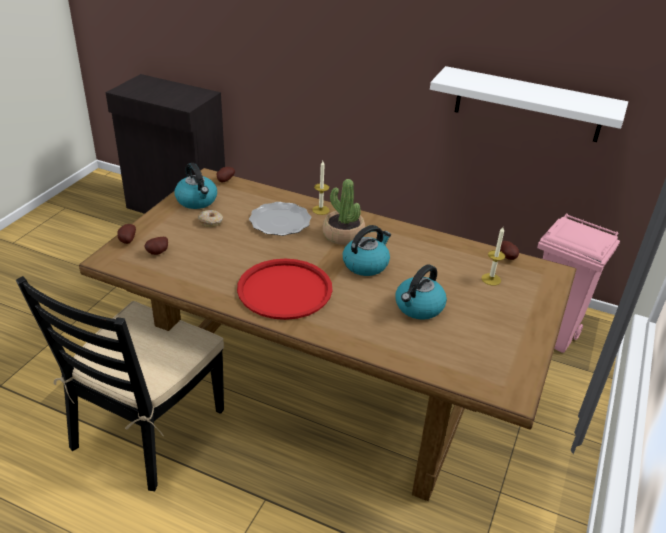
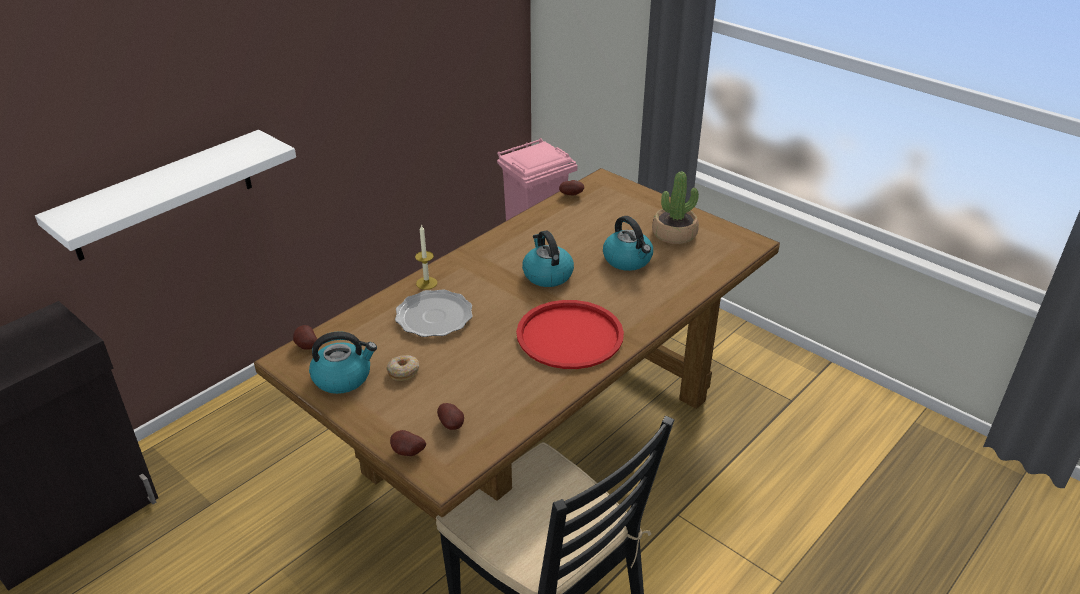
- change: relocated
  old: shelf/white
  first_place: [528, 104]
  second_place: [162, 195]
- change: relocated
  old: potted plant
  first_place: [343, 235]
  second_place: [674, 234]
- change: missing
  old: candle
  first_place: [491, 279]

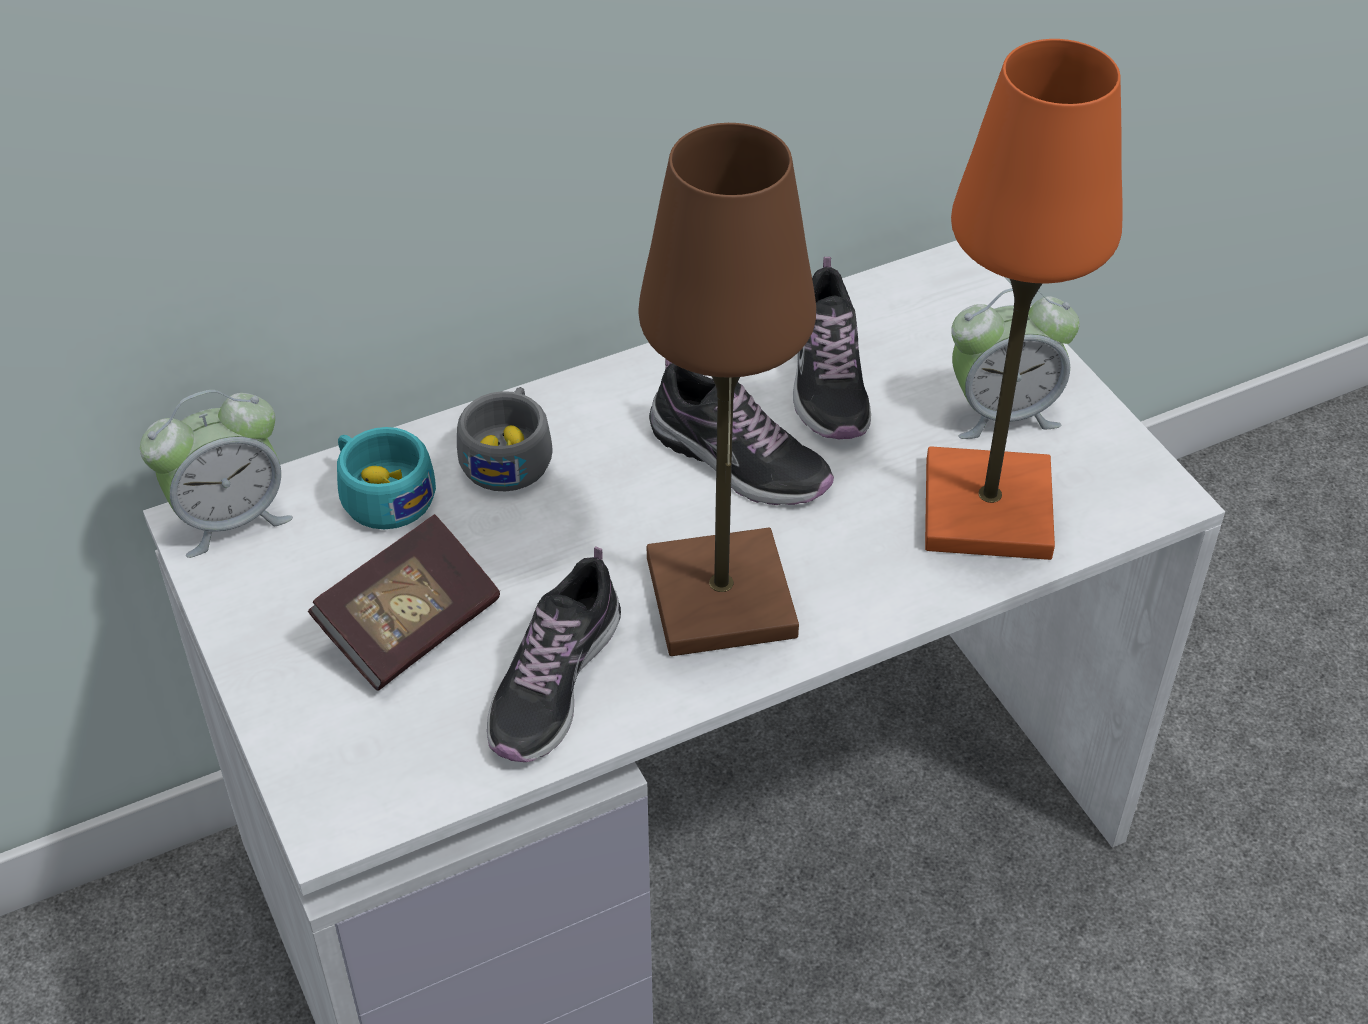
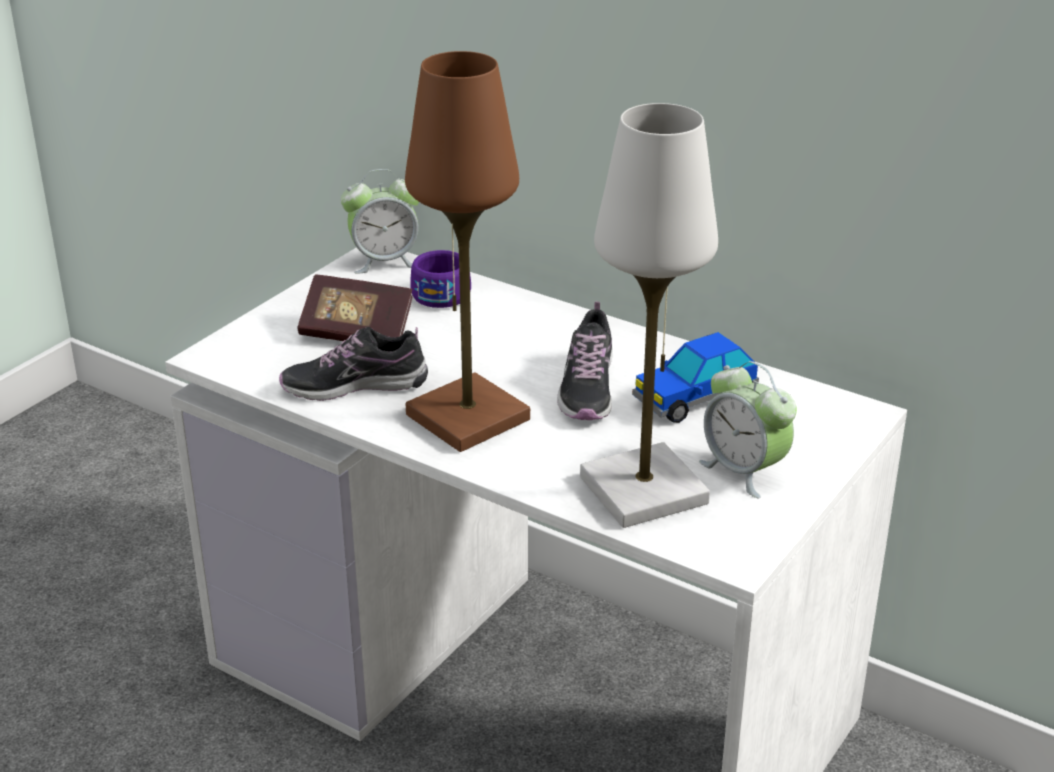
- change: spun
  old: alarm clock
  first_place: [230, 518]
  second_place: [385, 261]
  degrees: -45
- change: colour
  old: cup/turquoise
  new: cup/purple
  first_place: [381, 494]
  second_place: [443, 293]
- change: colour
  old: table lamp/orange
  new: table lamp/white
  first_place: [986, 509]
  second_place: [643, 490]
- change: exchanged
  old: shoe
  new: toy car
  first_place: [827, 380]
  second_place: [695, 398]
- change: missing
  old: cup/grey
  first_place: [509, 455]

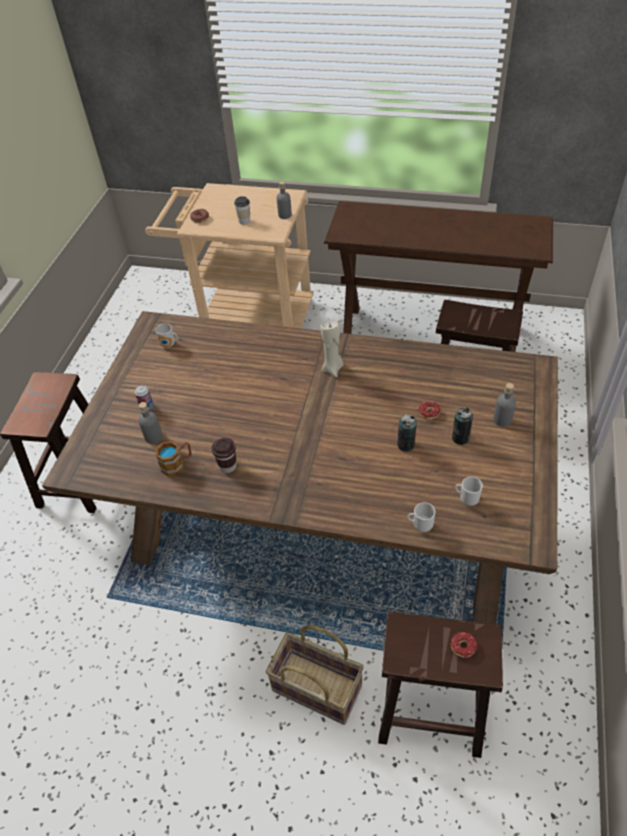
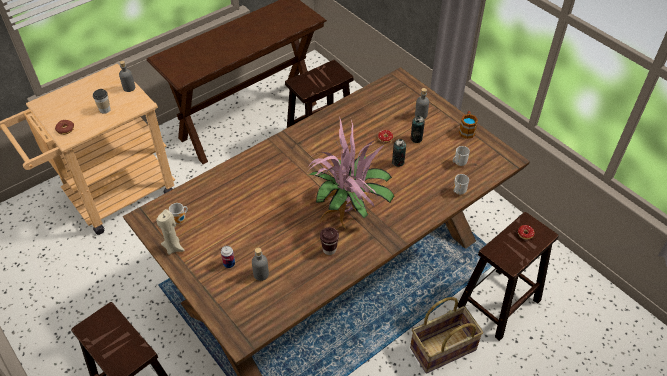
- change: relocated
  old: candle/beige
  first_place: [333, 369]
  second_place: [173, 247]
- change: appeared
  new: potted plant
  second_place: [348, 211]
- change: relocated
  old: mug
  first_place: [177, 464]
  second_place: [466, 130]

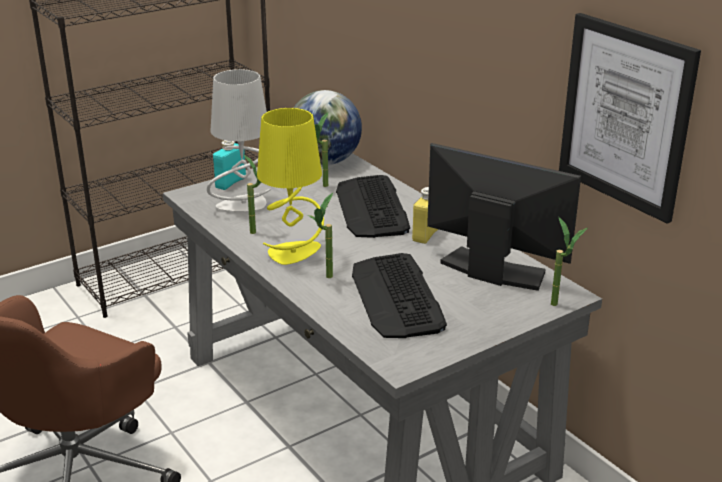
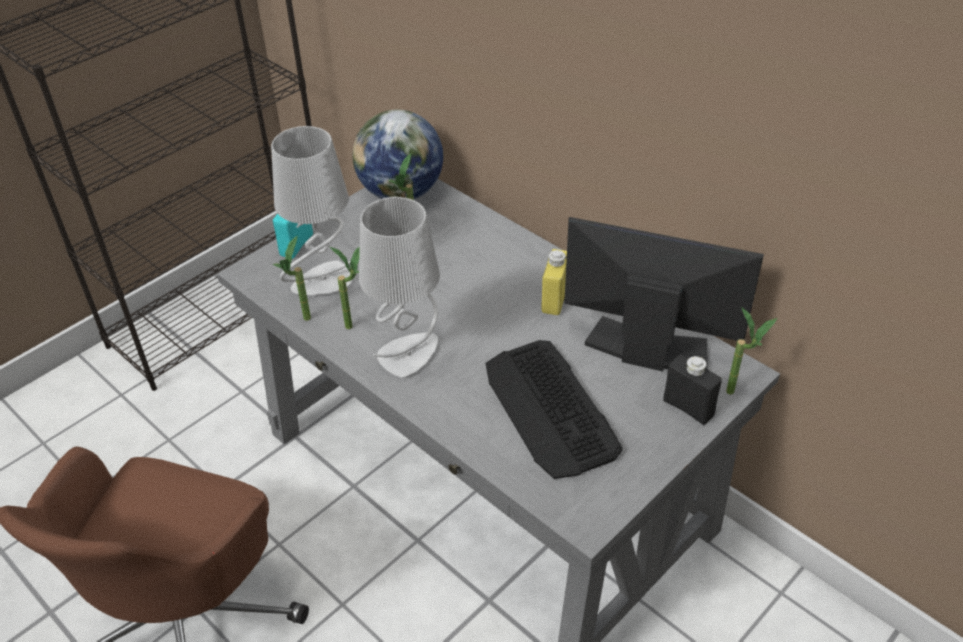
- change: relocated
  old: potted plant
  first_place: [324, 279]
  second_place: [302, 323]
- change: colour
  old: table lamp/yellow
  new: table lamp/grey
  first_place: [294, 253]
  second_place: [408, 354]
- change: appeared
  new: bottle/black
  second_place: [688, 407]
- change: missing
  old: keyboard
  first_place: [372, 208]
- change: missing
  old: picture
  first_place: [625, 116]

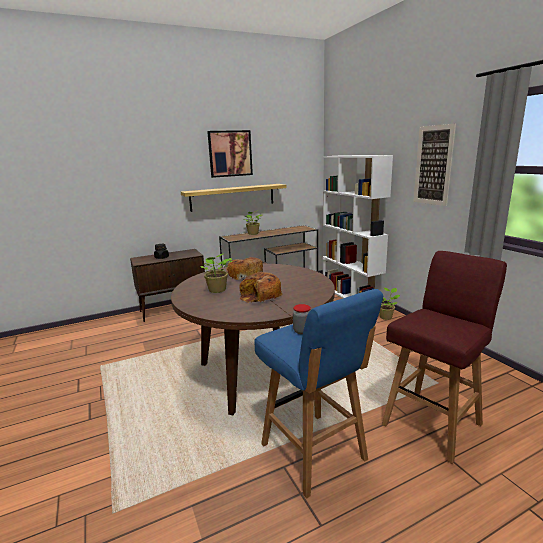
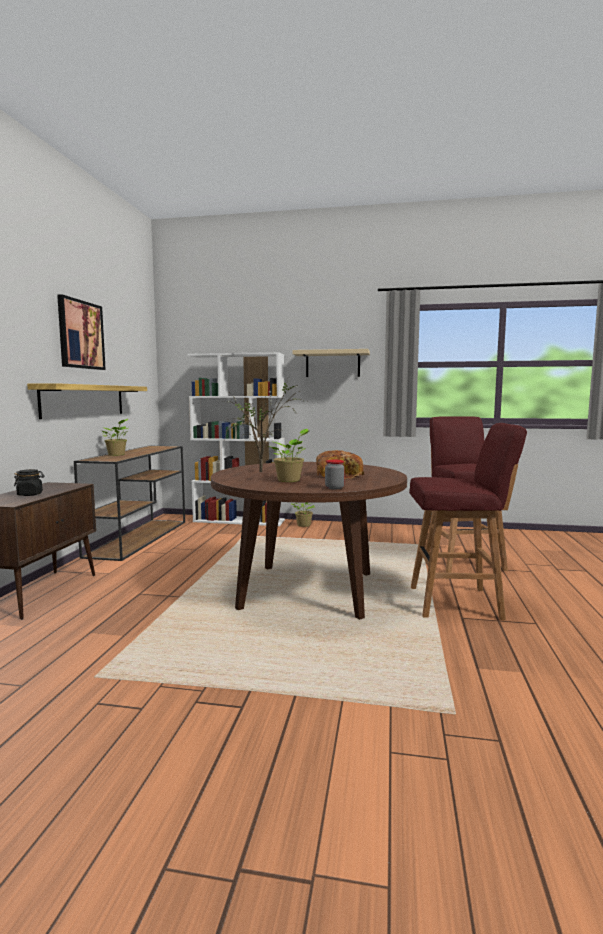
- change: exchanged
  old: bread
  new: potted plant
  first_place: [244, 274]
  second_place: [264, 471]
- change: exchanged
  old: picture
  new: shelf/beige
  first_place: [433, 165]
  second_place: [332, 364]
- change: relocated
  old: jar
  first_place: [302, 331]
  second_place: [334, 488]
- change: colour
  old: stool/blue
  new: stool/red
  first_place: [314, 453]
  second_place: [457, 603]

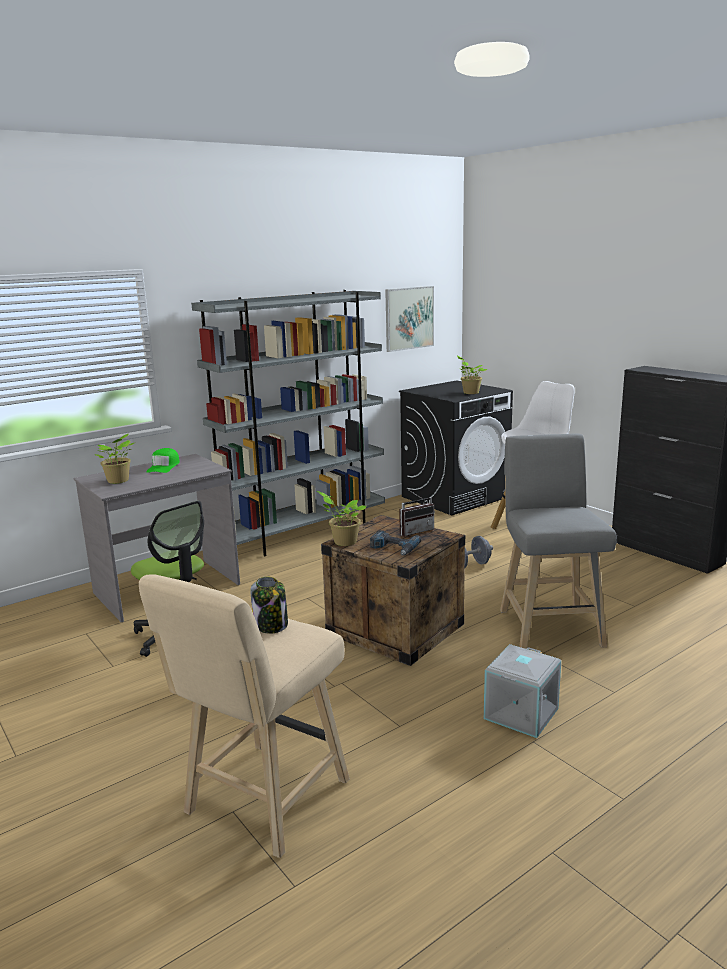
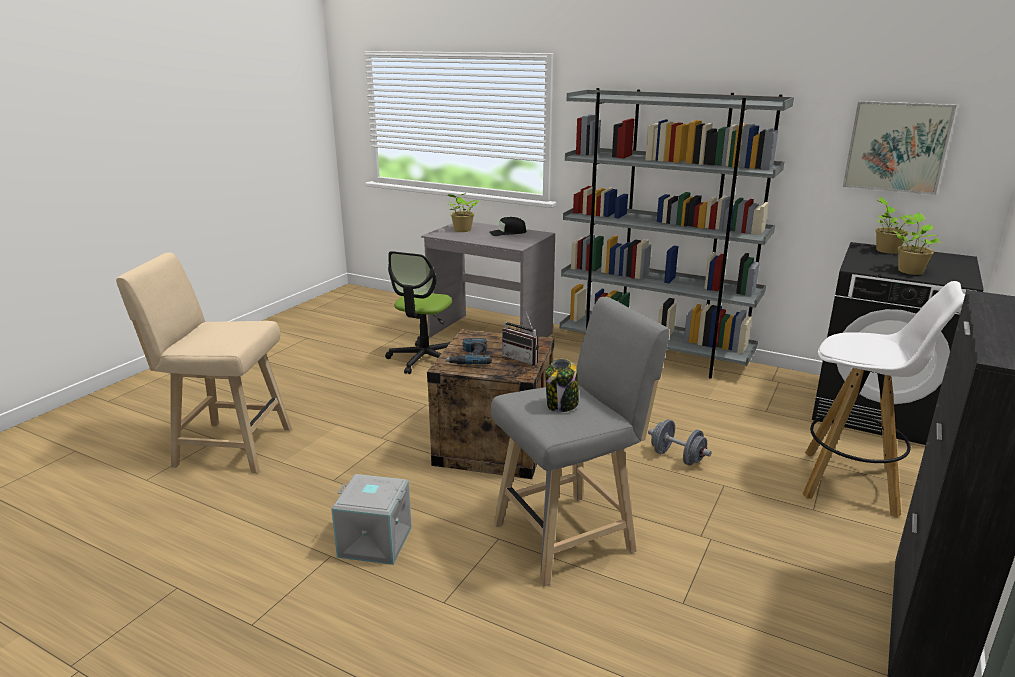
- change: colour
  old: cap/green
  new: cap/black
  first_place: [164, 467]
  second_place: [507, 233]
- change: relocated
  old: jar
  first_place: [271, 625]
  second_place: [562, 405]
- change: relocated
  old: potted plant
  first_place: [343, 542]
  second_place: [886, 250]

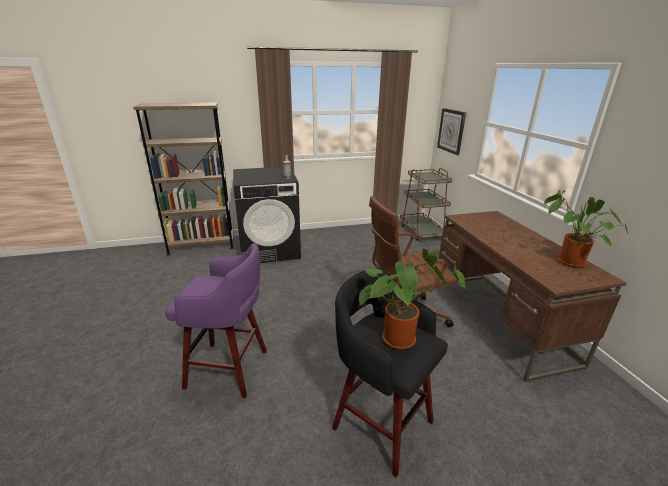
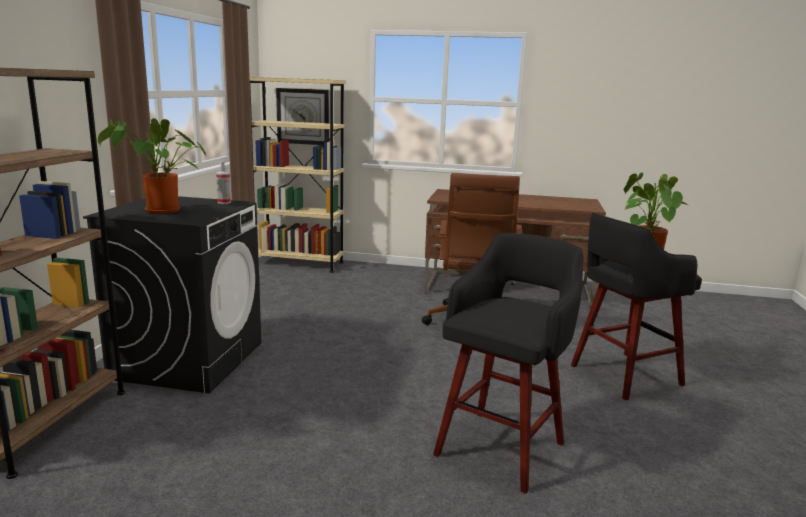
- change: relocated
  old: potted plant
  first_place: [567, 262]
  second_place: [159, 211]
- change: exchanged
  old: cart/brown
  new: bookcase/beige
  first_place: [422, 231]
  second_place: [299, 263]
- change: colour
  old: stool/purple
  new: stool/black
  first_place: [230, 369]
  second_place: [502, 447]

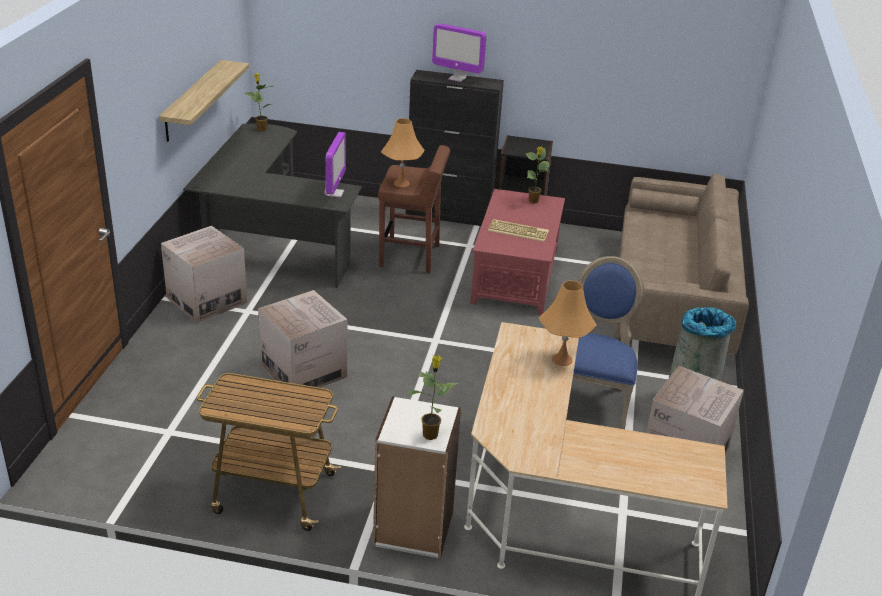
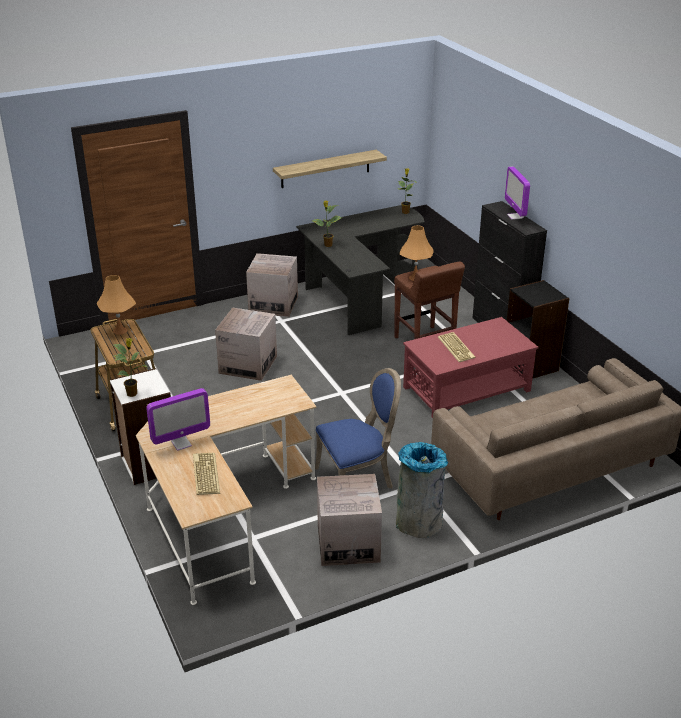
- change: relocated
  old: table lamp/orange
  first_place: [562, 359]
  second_place: [120, 331]
- change: relocated
  old: monitor
  first_place: [334, 193]
  second_place: [181, 444]
- change: appeared
  new: keyboard
  second_place: [205, 474]
- change: relocated
  old: potted plant
  first_place: [533, 201]
  second_place: [327, 245]

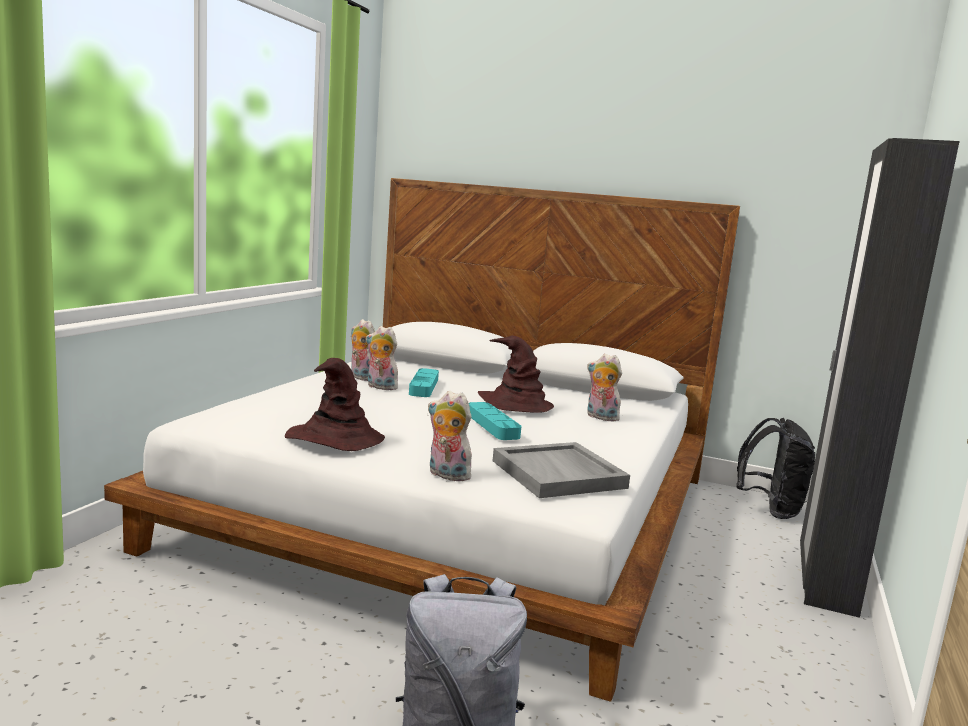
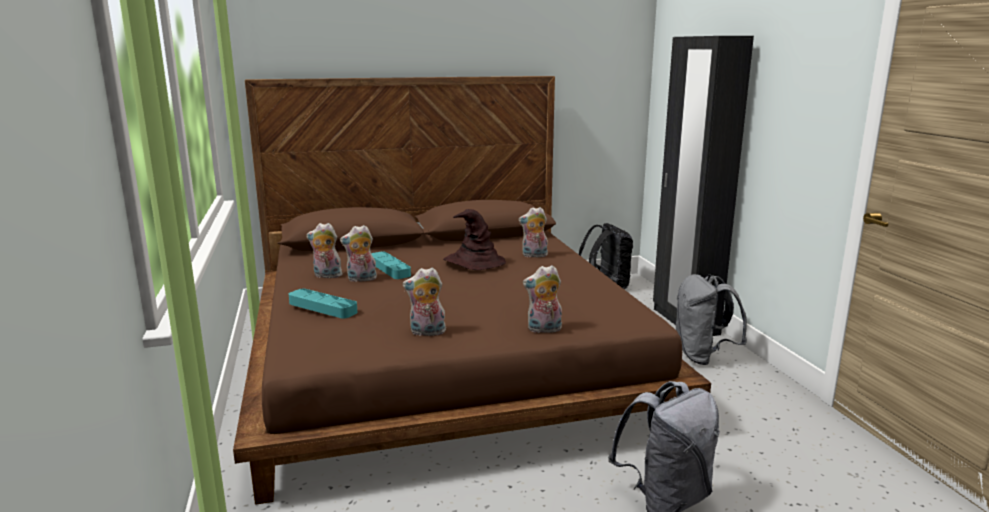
- change: colour
  old: bed/white
  new: bed/brown
  first_place: [458, 510]
  second_place: [444, 359]
- change: relocated
  old: tray/turquoise
  first_place: [492, 425]
  second_place: [322, 307]
- change: exchanged
  old: hat/brown
  new: plush toy
  first_place: [334, 439]
  second_place: [426, 332]
- change: appeared
  new: backpack/grey
  second_place: [702, 356]
- change: missing
  old: tray/grey
  first_place: [559, 474]

